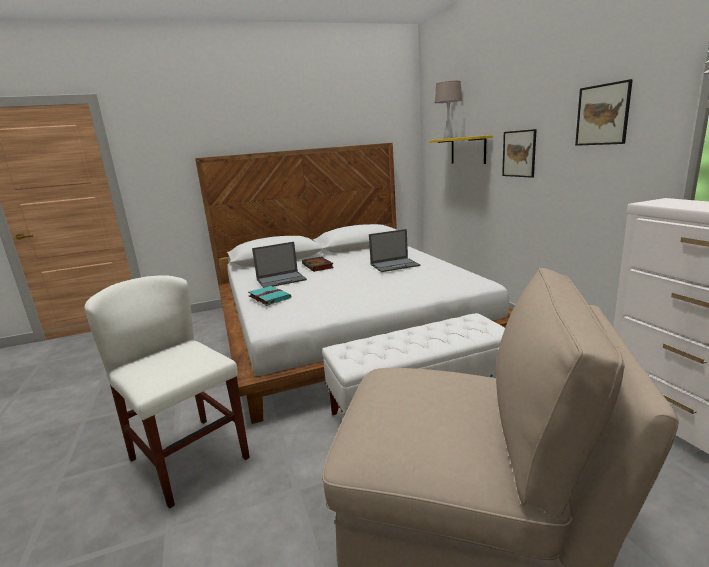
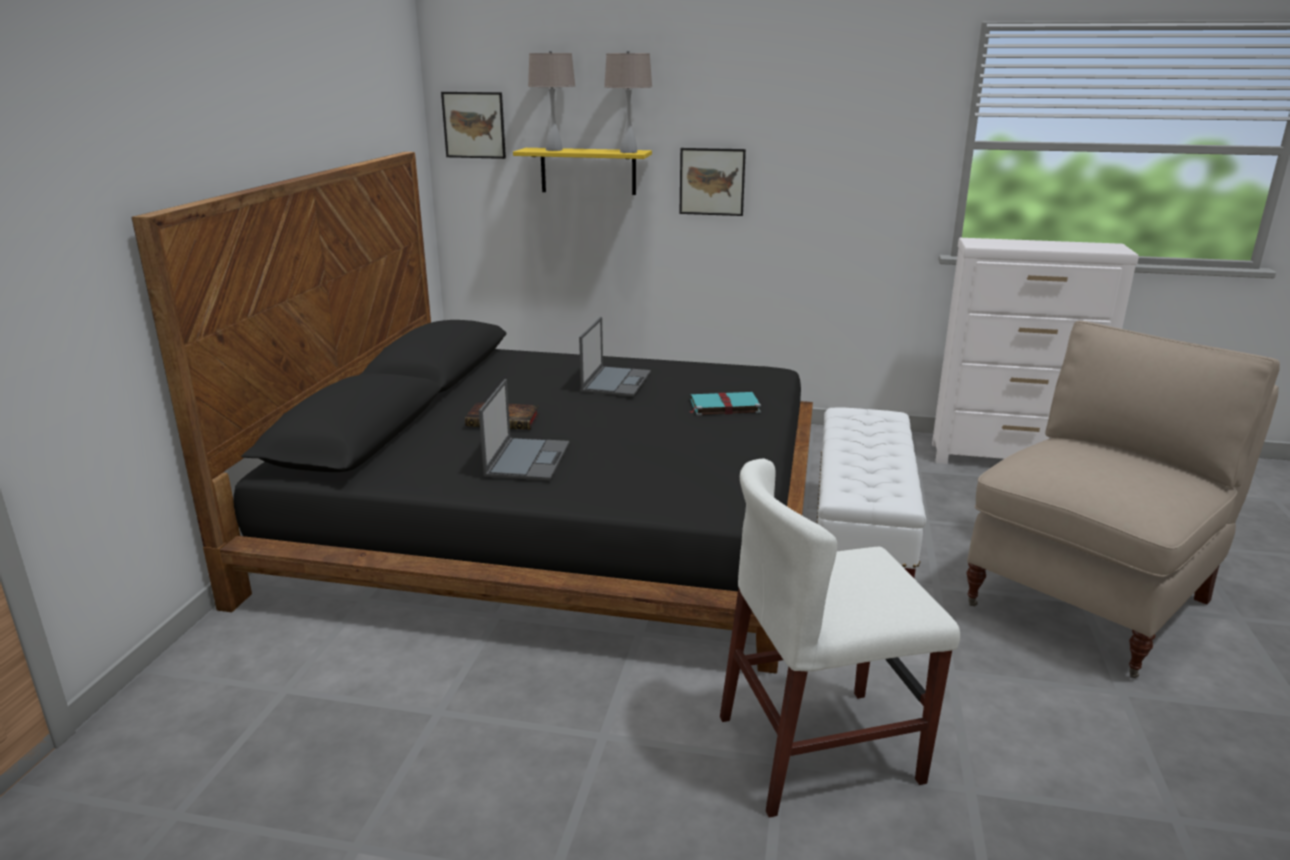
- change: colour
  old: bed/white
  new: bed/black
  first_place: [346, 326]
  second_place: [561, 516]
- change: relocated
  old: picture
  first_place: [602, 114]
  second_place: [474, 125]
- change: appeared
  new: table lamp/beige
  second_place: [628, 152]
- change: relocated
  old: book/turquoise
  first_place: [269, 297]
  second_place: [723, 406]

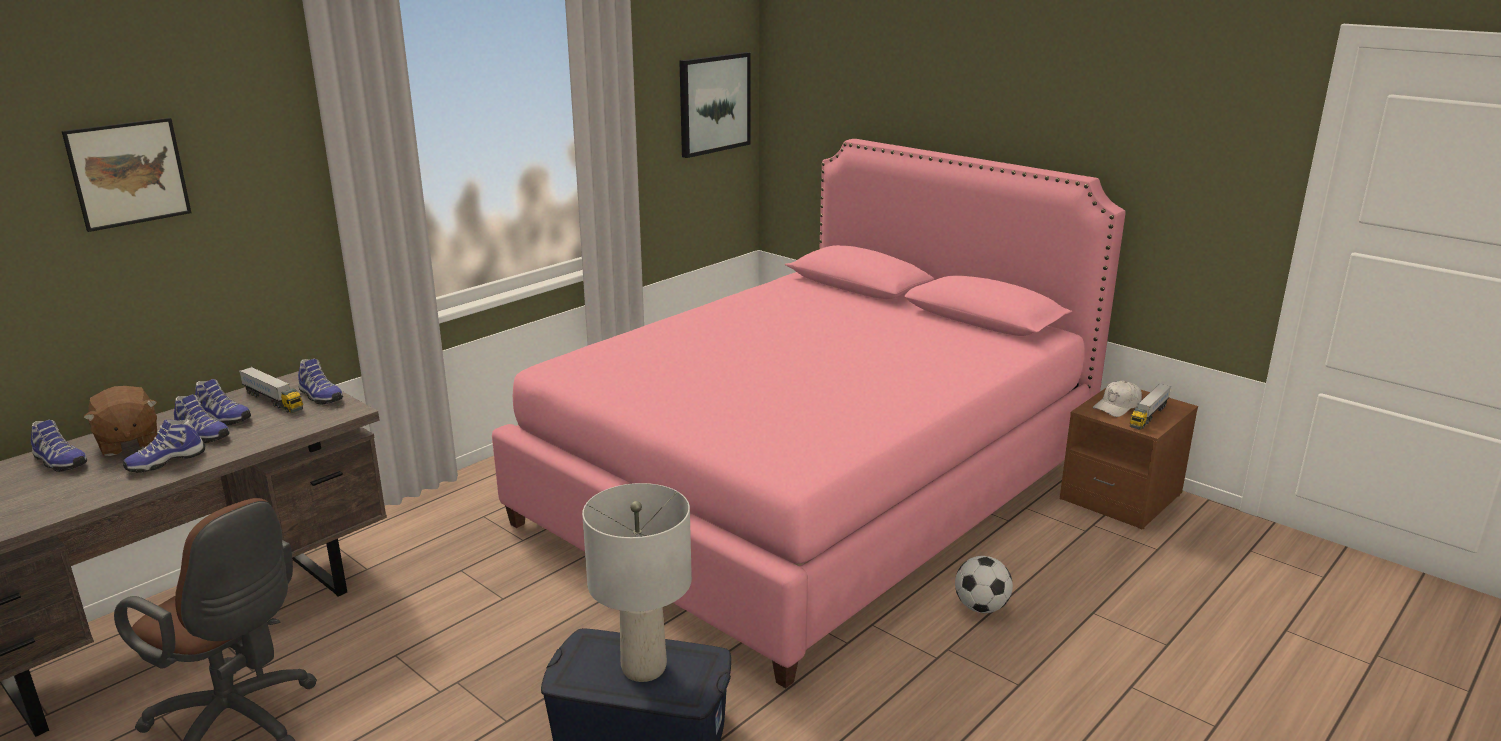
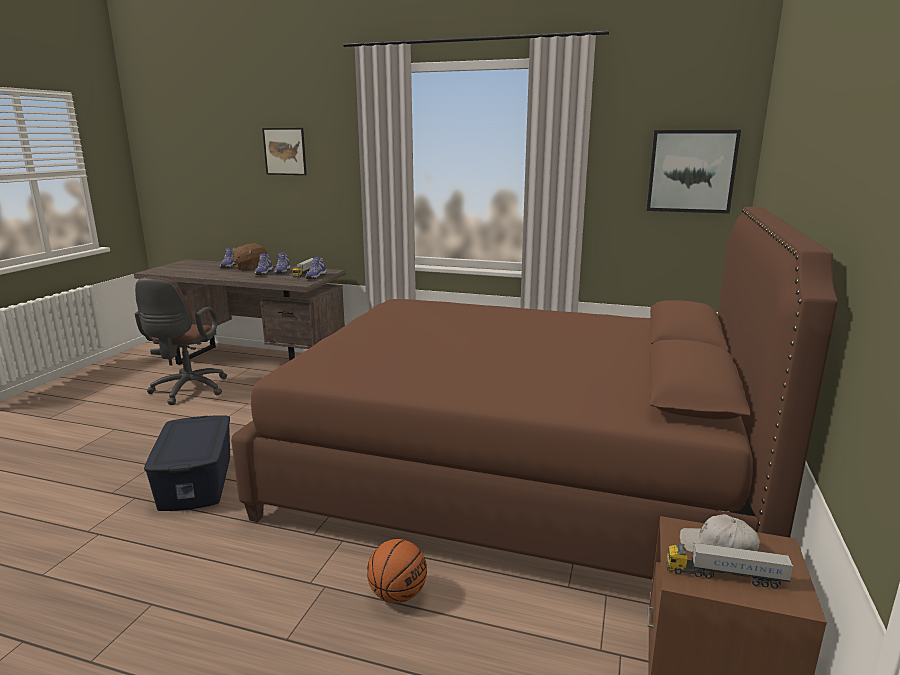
- change: colour
  old: bed/pink
  new: bed/brown
  first_place: [811, 492]
  second_place: [513, 473]
- change: exchanged
  old: football
  new: basketball
  first_place: [981, 607]
  second_place: [398, 595]
- change: missing
  old: shoe
  first_place: [166, 461]
- change: missing
  old: table lamp/grey
  first_place: [643, 667]

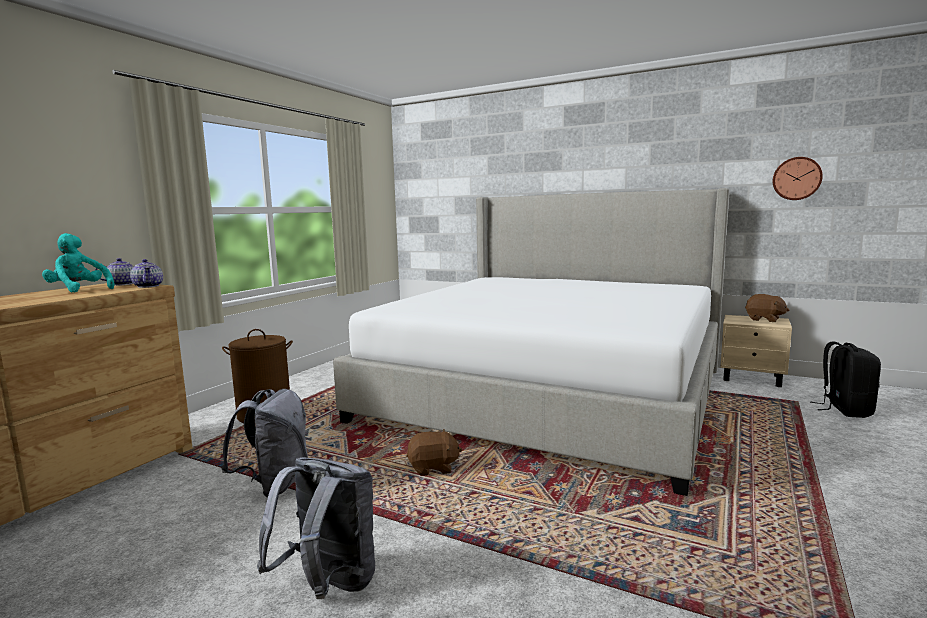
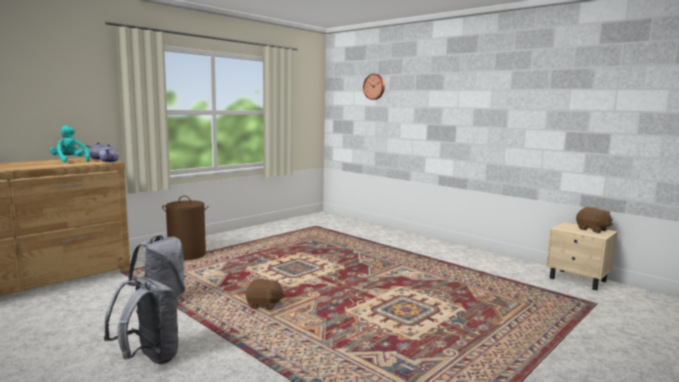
- change: relocated
  old: wall clock
  first_place: [796, 178]
  second_place: [374, 86]
- change: missing
  old: bed
  first_place: [550, 392]
- change: missing
  old: backpack/black
  first_place: [844, 410]

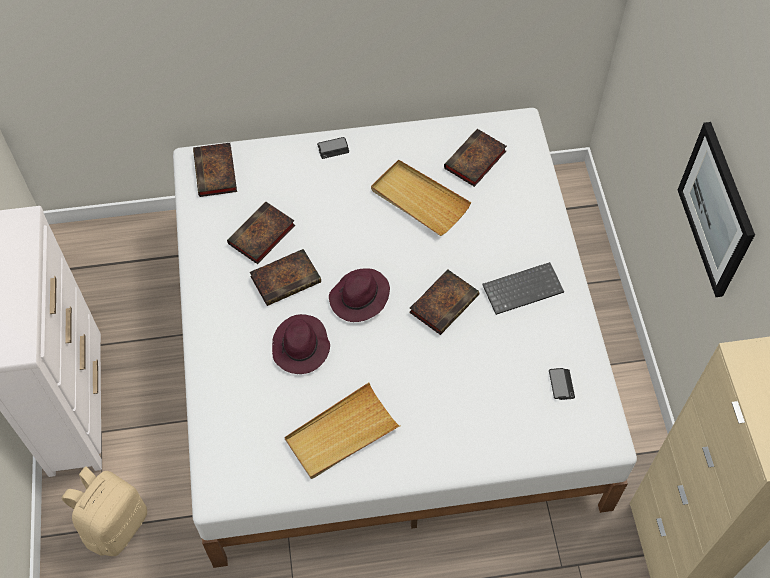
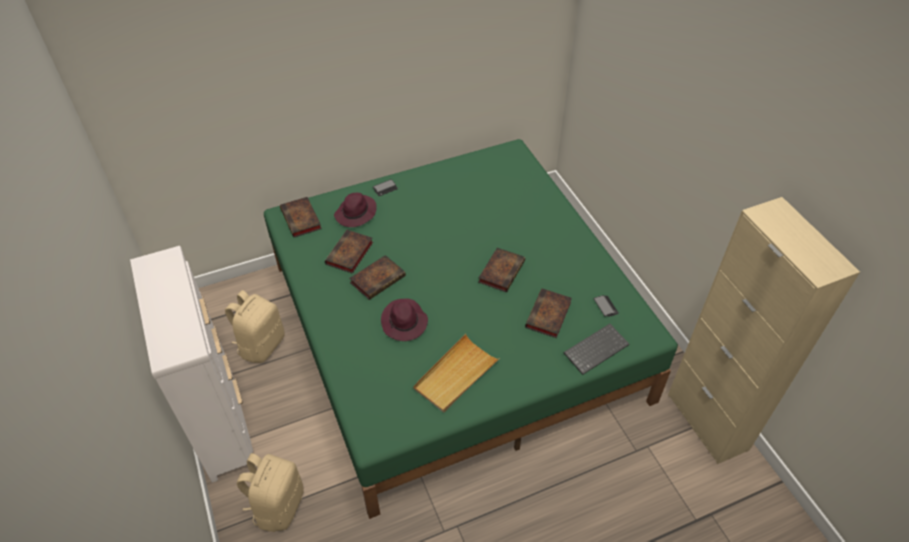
- change: appeared
  new: backpack/beige
  second_place: [261, 345]
- change: colour
  old: bed/white
  new: bed/green
  first_place: [386, 350]
  second_place: [455, 330]
- change: relocated
  old: hat/purple
  first_place: [359, 298]
  second_place: [356, 214]
- change: relocated
  old: book
  first_place: [474, 161]
  second_place: [548, 316]
- change: relocated
  old: keyboard
  first_place: [523, 288]
  second_place: [596, 348]
- change: missing
  old: tray/beige
  first_place: [419, 200]
- change: missing
  old: picture
  first_place: [716, 210]

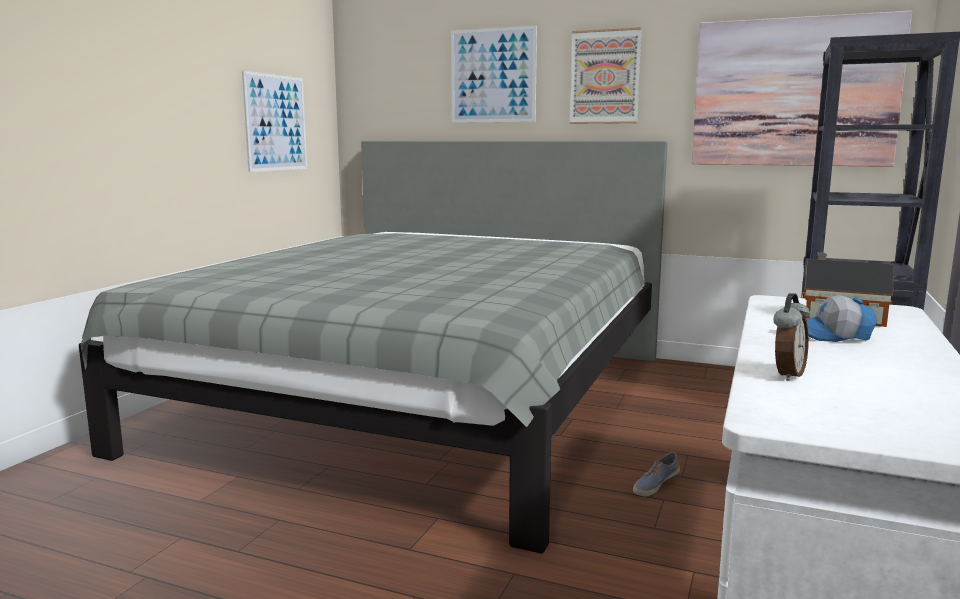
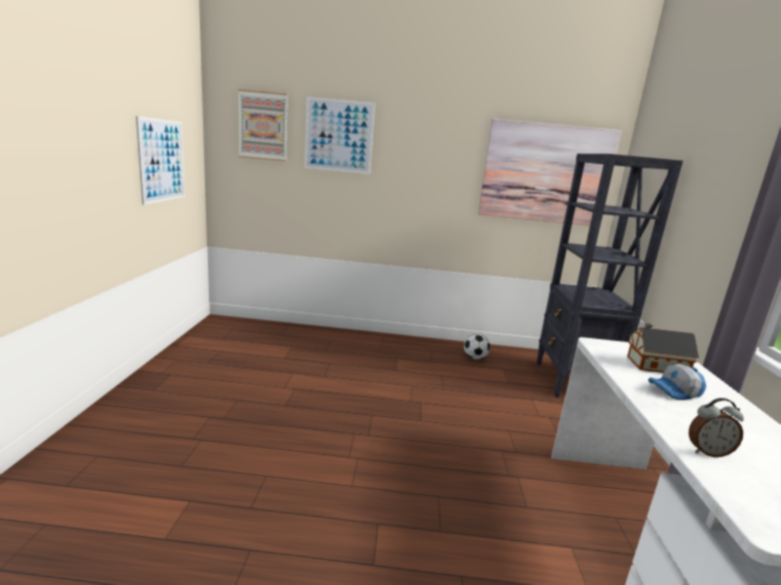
- change: relocated
  old: picture
  first_place: [605, 77]
  second_place: [263, 126]
- change: appeared
  new: football
  second_place: [475, 358]
- change: spun
  old: alarm clock
  first_place: [787, 374]
  second_place: [707, 452]
  degrees: 75
- change: missing
  old: bed/grey
  first_place: [422, 399]
- change: missing
  old: shoe
  first_place: [655, 485]

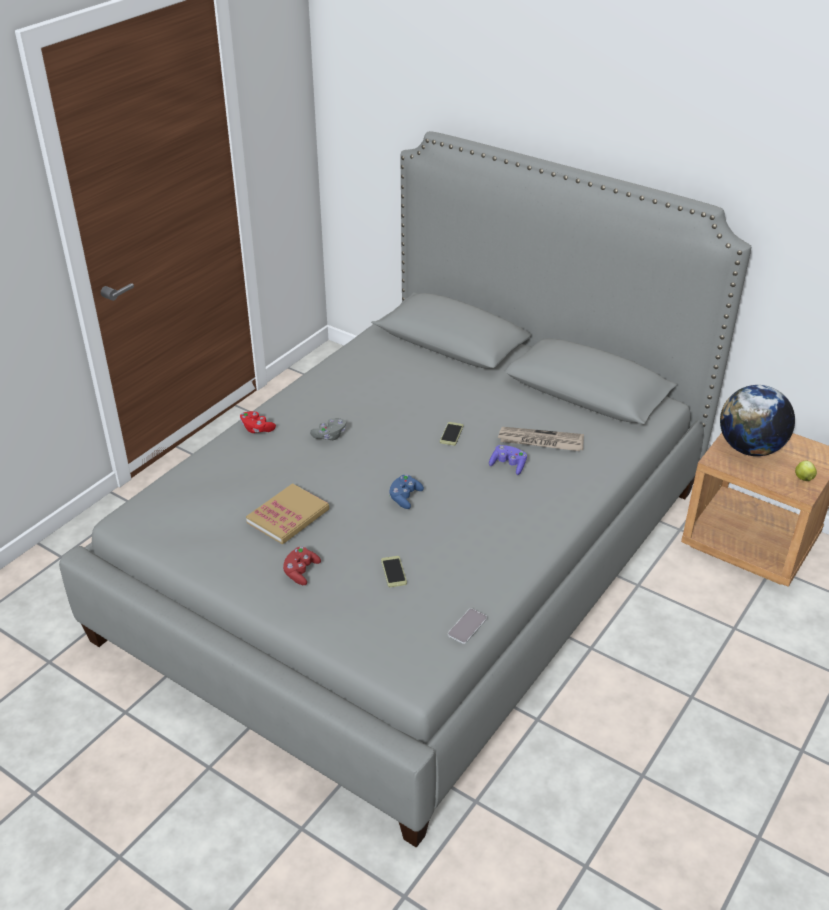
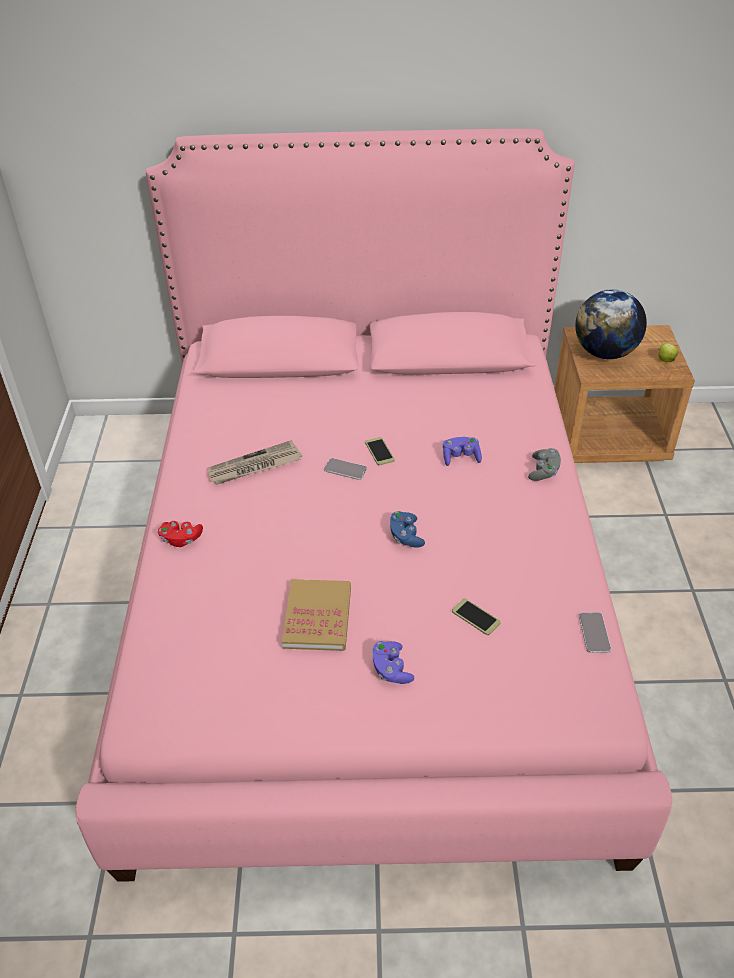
- change: colour
  old: bed/grey
  new: bed/pink
  first_place: [413, 559]
  second_place: [367, 595]
- change: relocated
  old: newspaper
  first_place: [540, 441]
  second_place: [254, 466]
- change: appeared
  new: phone
  second_place: [345, 469]
- change: colour
  old: game controller/red
  new: game controller/purple
  first_place: [301, 572]
  second_place: [391, 669]
- change: relocated
  old: game controller/grey
  first_place: [330, 435]
  second_place: [544, 471]

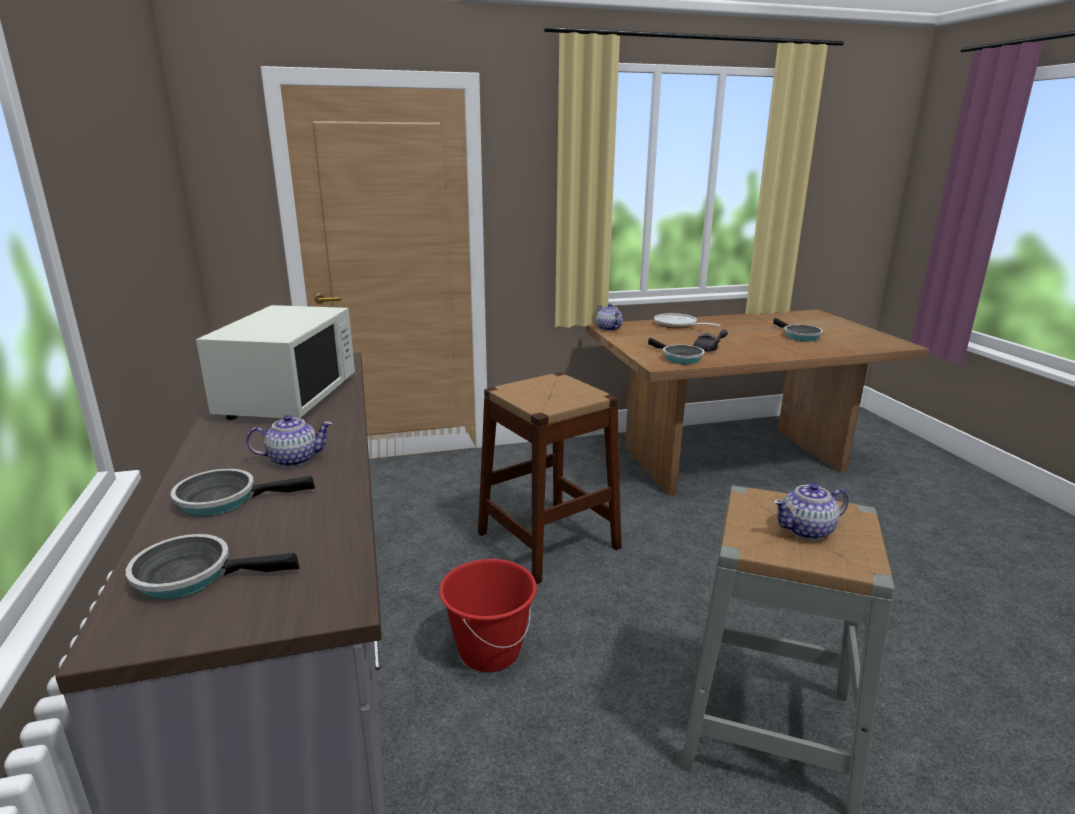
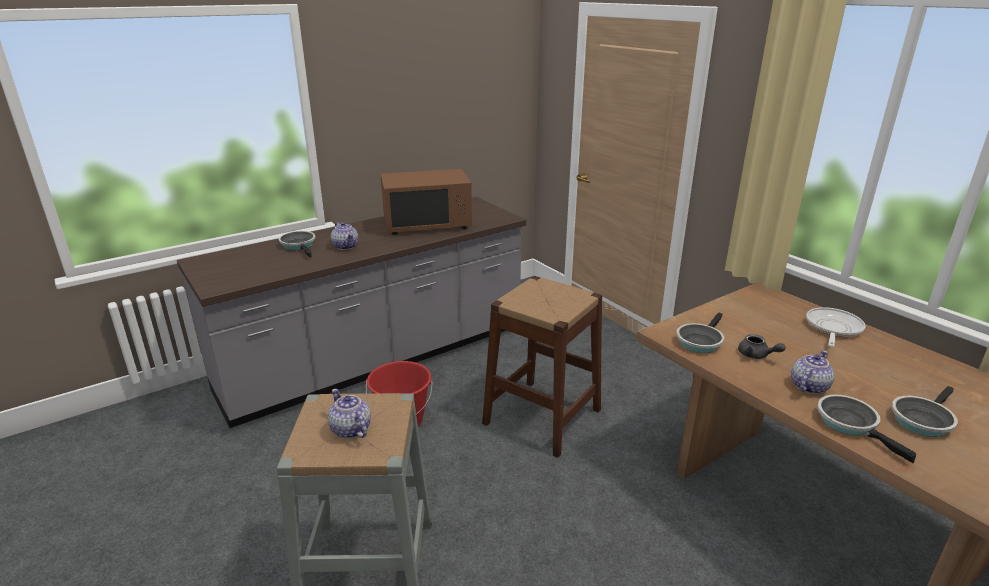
- change: colour
  old: microwave/white
  new: microwave/brown
  first_place: [289, 398]
  second_place: [427, 224]
- change: relocated
  old: teapot
  first_place: [608, 329]
  second_place: [808, 386]
- change: relocated
  old: frying pan
  first_place: [192, 575]
  second_place: [850, 424]

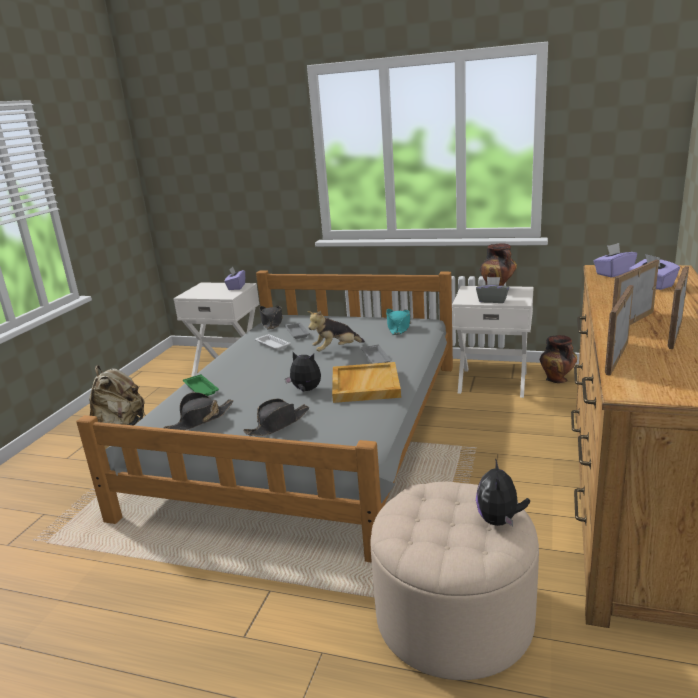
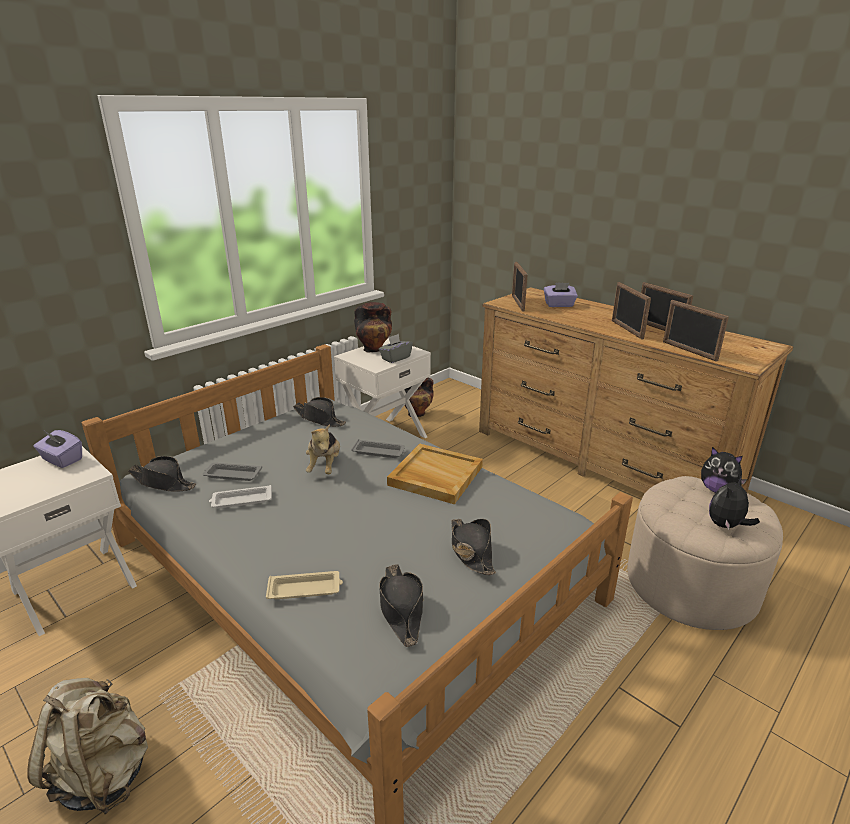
- change: colour
  old: tray/green
  new: tray/beige
  first_place: [201, 389]
  second_place: [305, 589]
- change: colour
  old: hat/turquoise
  new: hat/black
  first_place: [398, 327]
  second_place: [319, 418]
- change: exchanged
  old: tissue box/purple
  new: picture frame
  first_place: [613, 273]
  second_place: [518, 303]
- change: relocated
  old: plush toy
  first_place: [306, 390]
  second_place: [726, 526]

